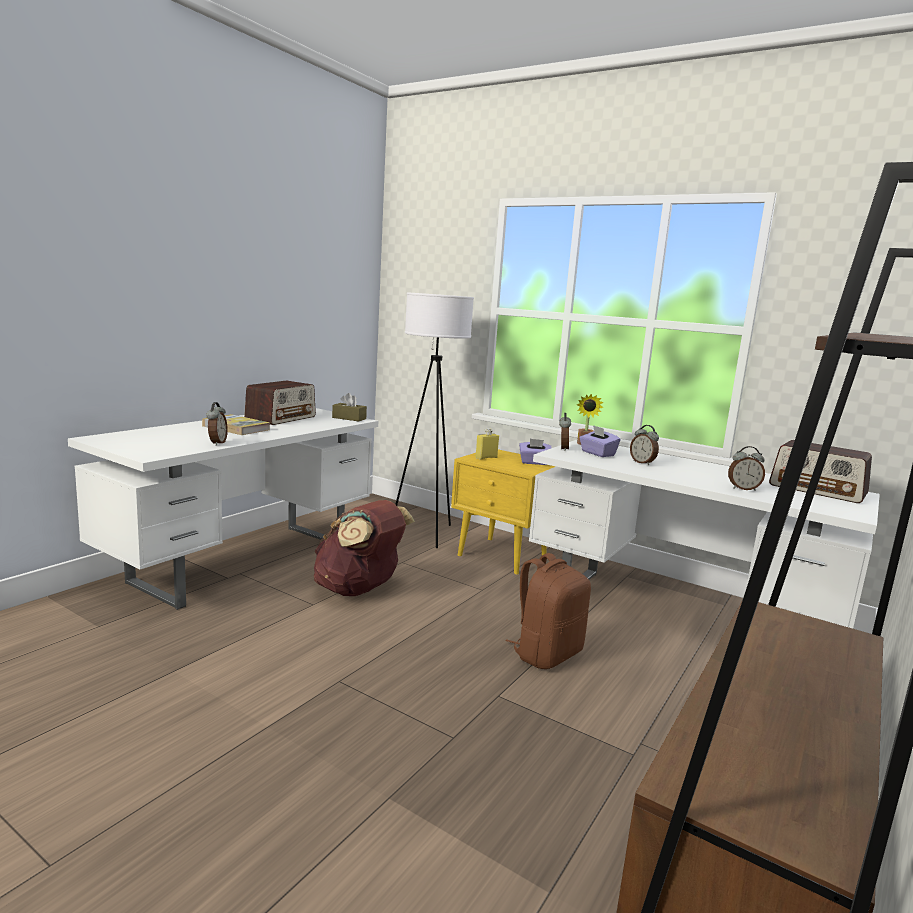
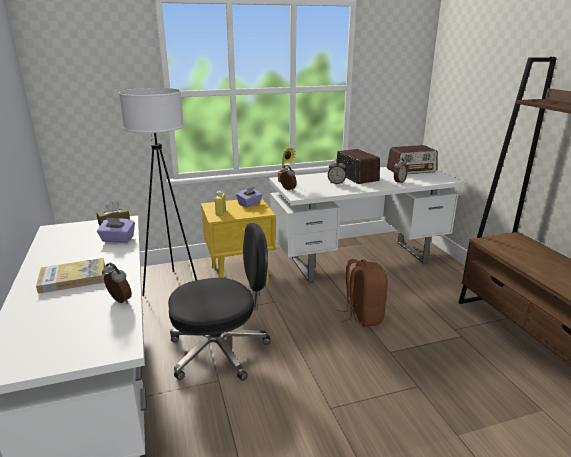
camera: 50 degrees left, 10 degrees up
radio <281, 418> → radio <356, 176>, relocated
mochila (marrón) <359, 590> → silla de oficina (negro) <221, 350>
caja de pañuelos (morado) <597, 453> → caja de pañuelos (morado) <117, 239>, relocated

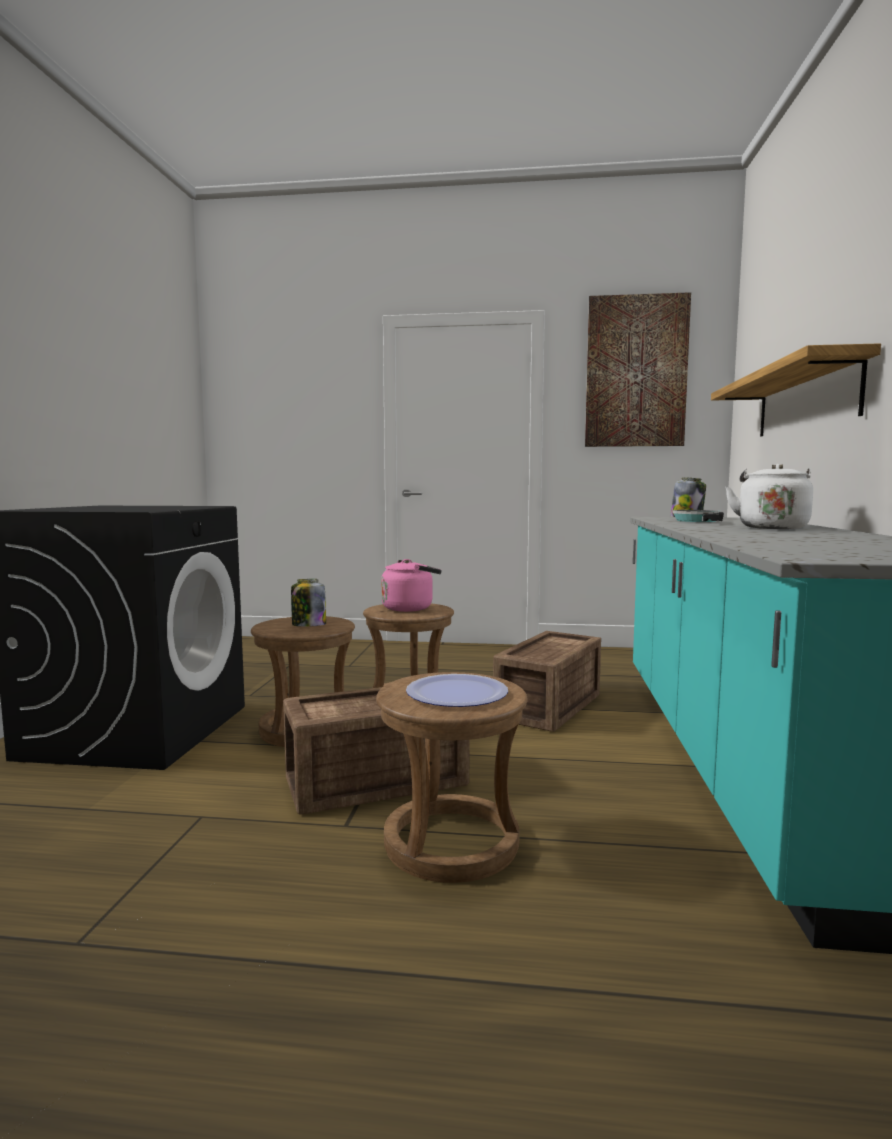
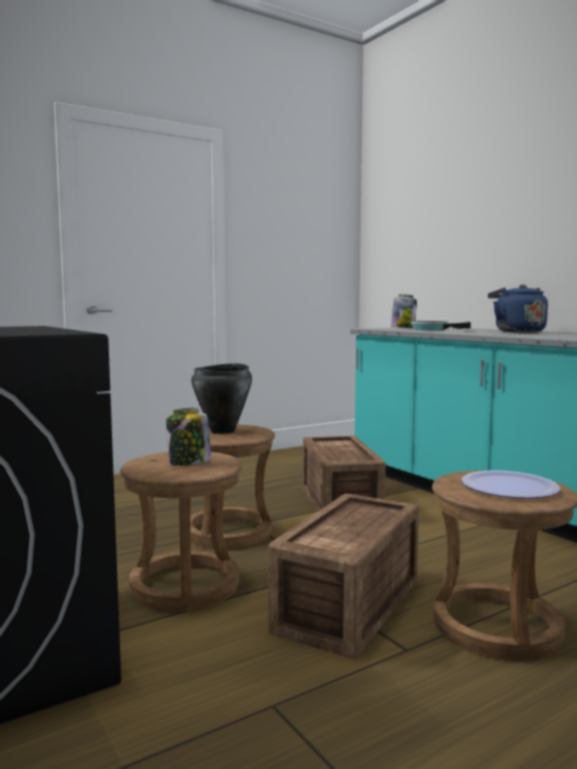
camera: 40 degrees left, 0 degrees up
hervidor (rosa) <410, 608> → olla (negro) <223, 431>
cuadro <636, 372> → -
estante <805, 400> → -
hervidor (blanco) <771, 527> → hervidor (azul) <517, 332>

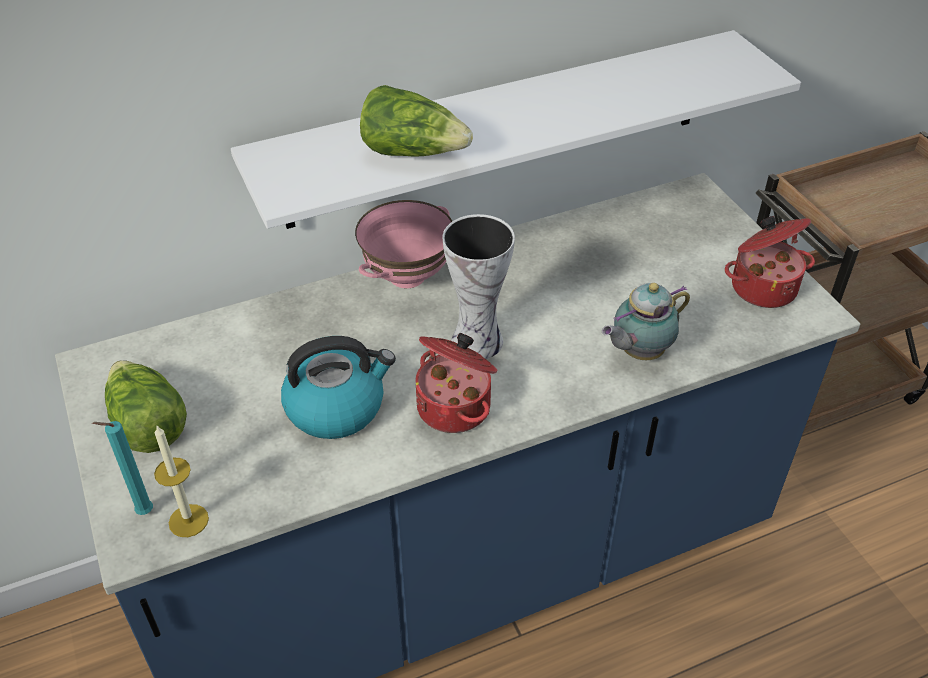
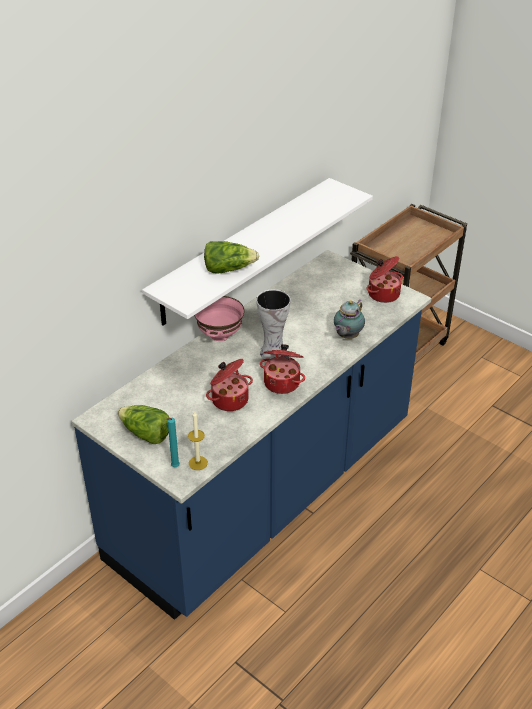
camera: 25 degrees left, 5 degrees down
hervidor <337, 407> → olla <229, 399>

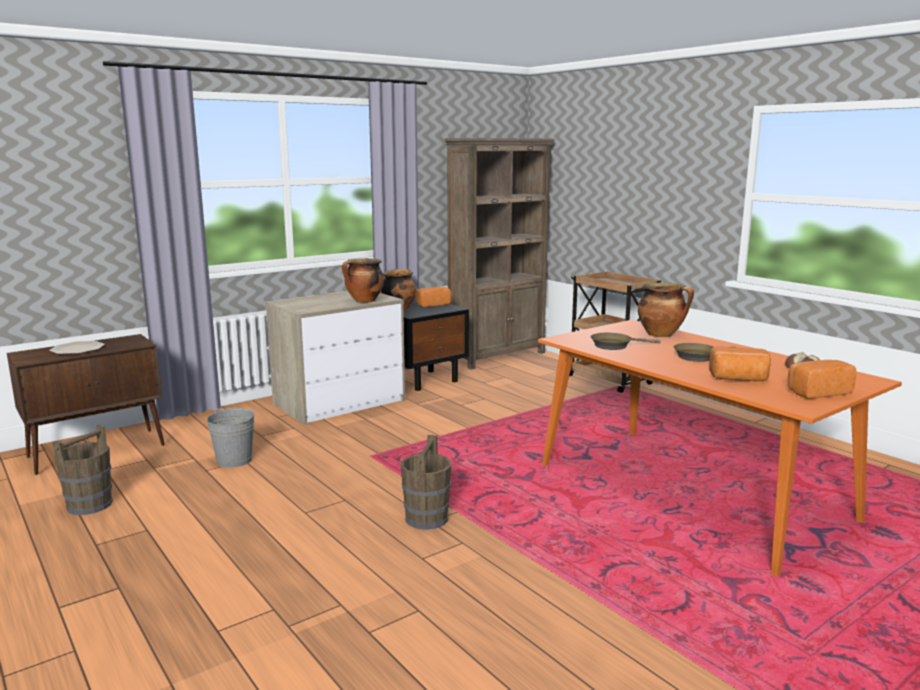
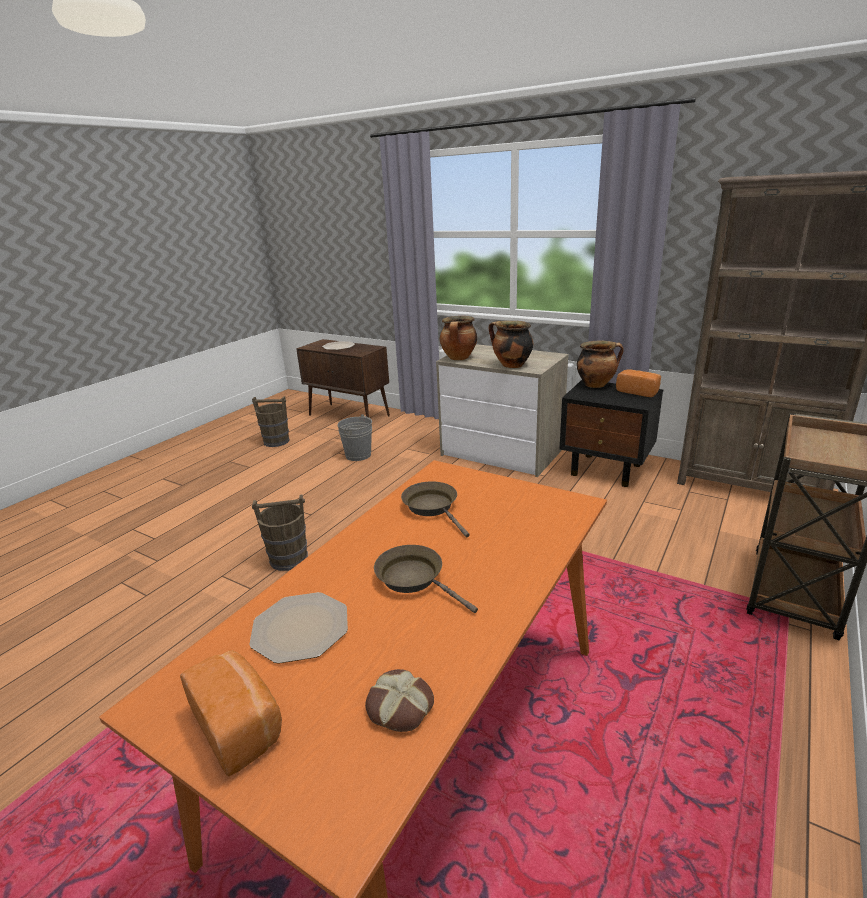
camera: 70 degrees right, 10 degrees up
olla <662, 335> → olla <459, 358>, relocated
pan <739, 379> → plato <301, 627>

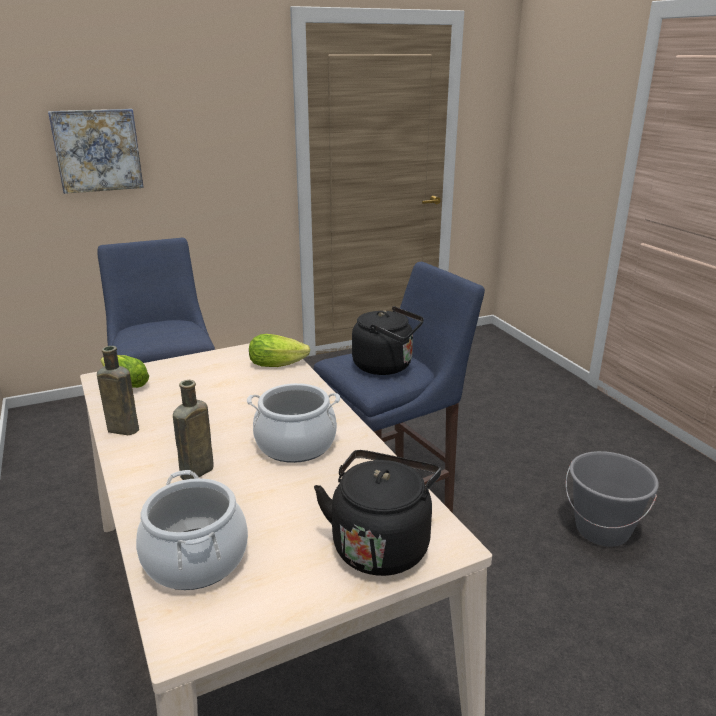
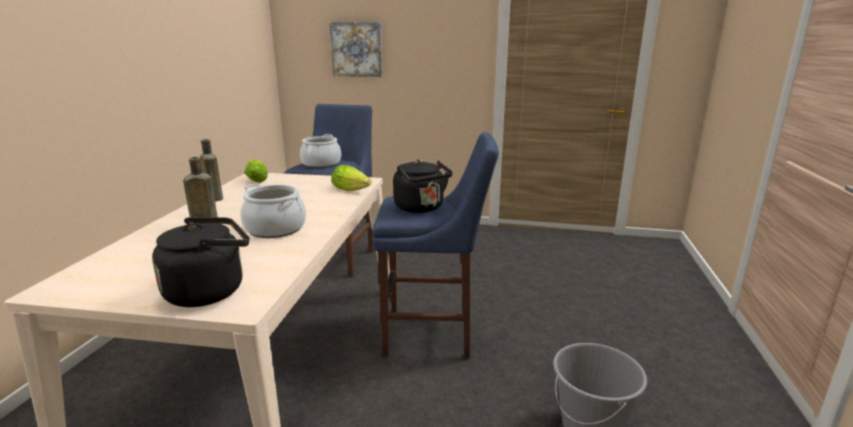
camera: 35 degrees right, 5 degrees down
olla <195, 559> → olla <321, 164>, relocated

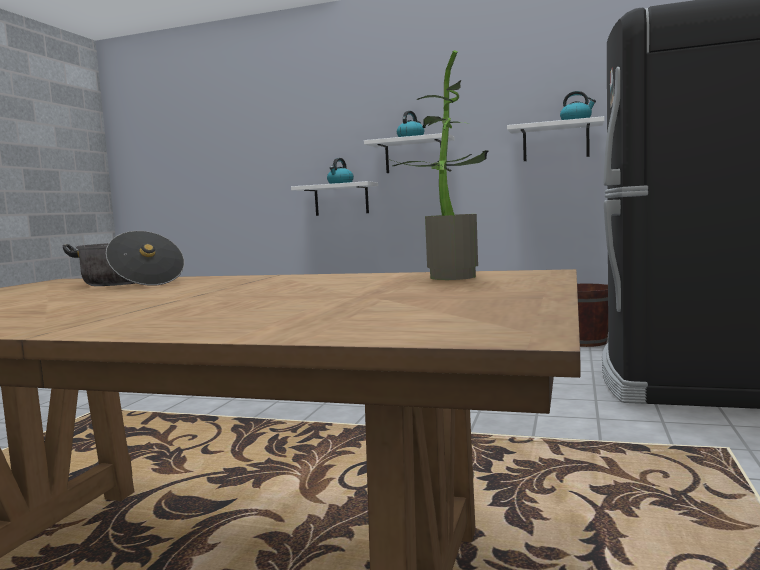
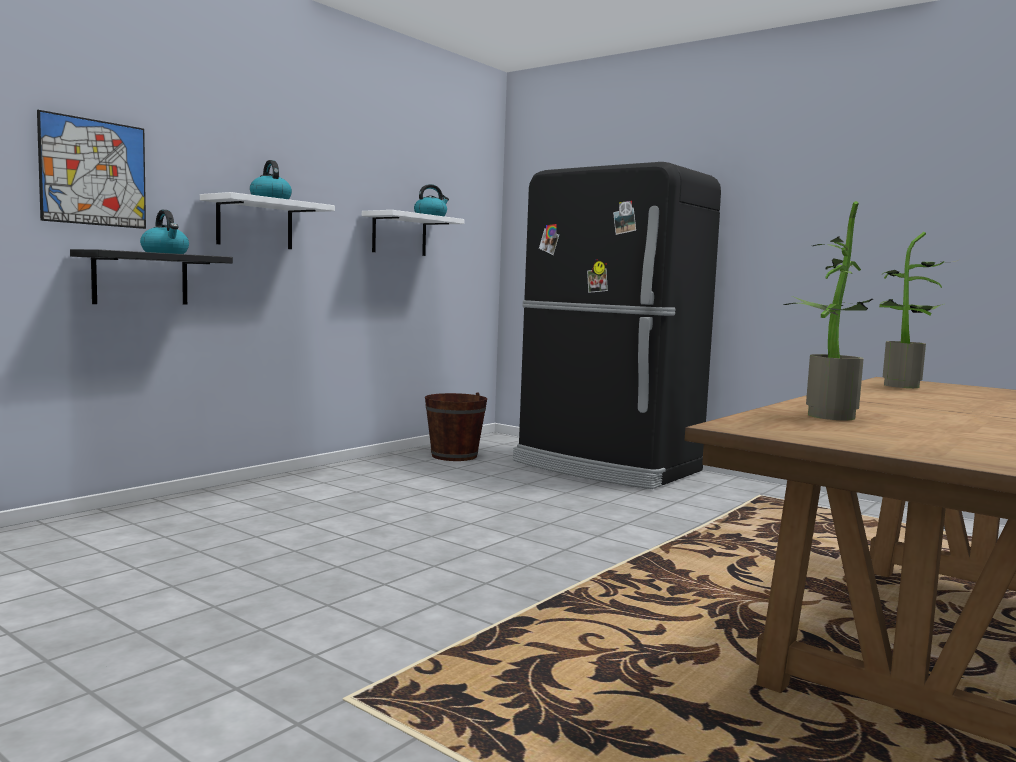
camera: 70 degrees left, 0 degrees up
olla <129, 283> → planta en maceta <823, 415>
estante (blanco) <341, 199> → estante (negro) <141, 278>
- → cuadro <93, 172>

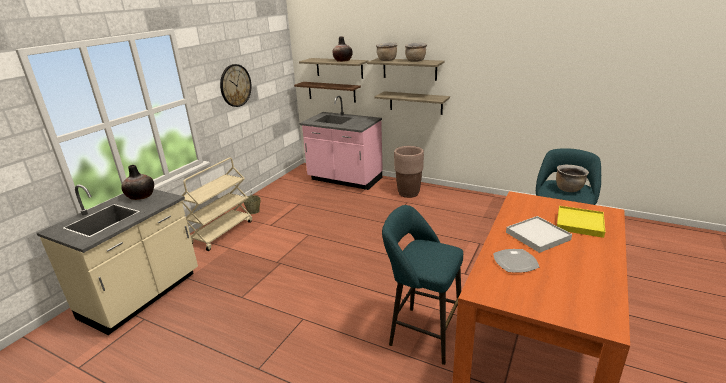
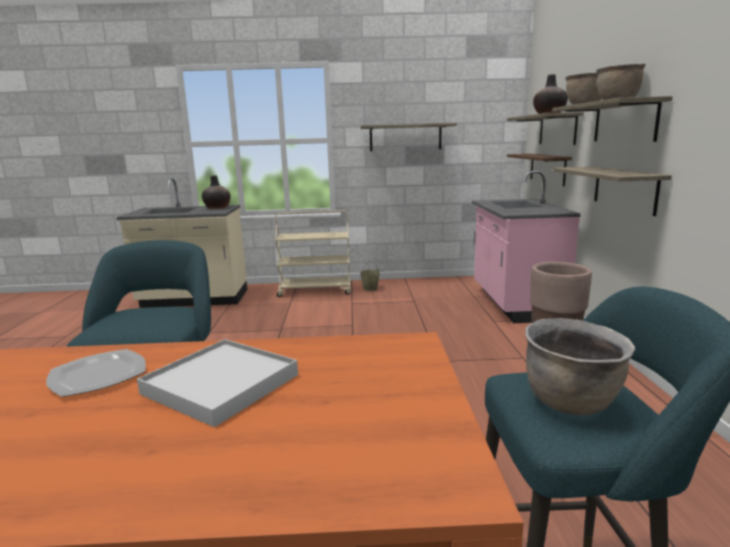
camera: 60 degrees right, 10 degrees down
reloj de pared <235, 85> → estante <405, 137>
bandeja (amarillo) <580, 223> → -

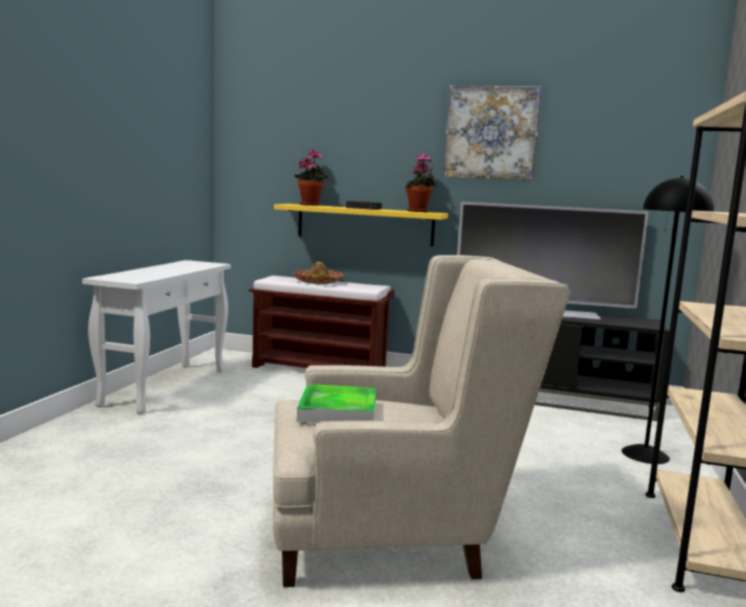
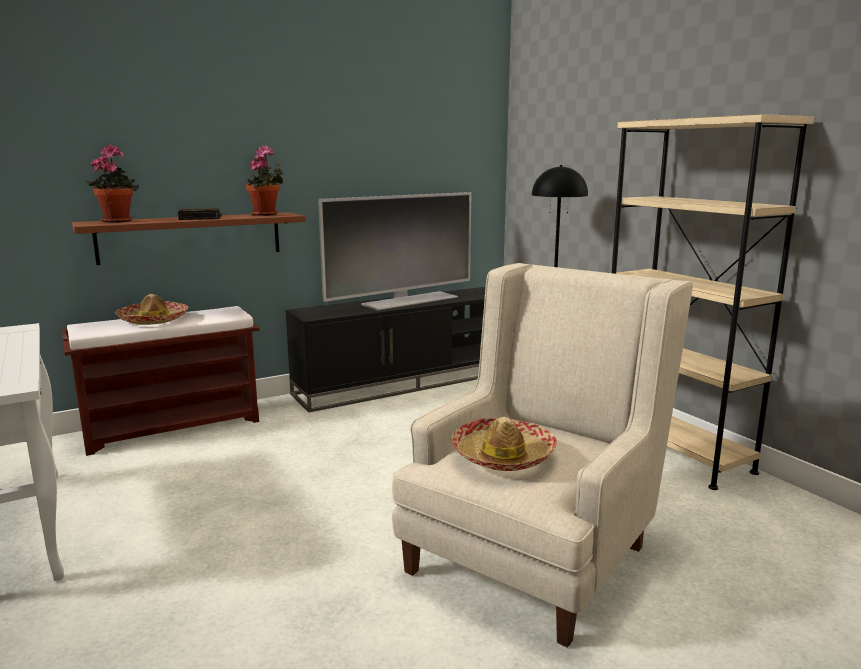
camera: 45 degrees left, 5 degrees up
estante (amarillo) <365, 224> → estante (marrón) <191, 237>
bandeja <338, 410> → sombrero <503, 455>
cuadro <491, 133> → -

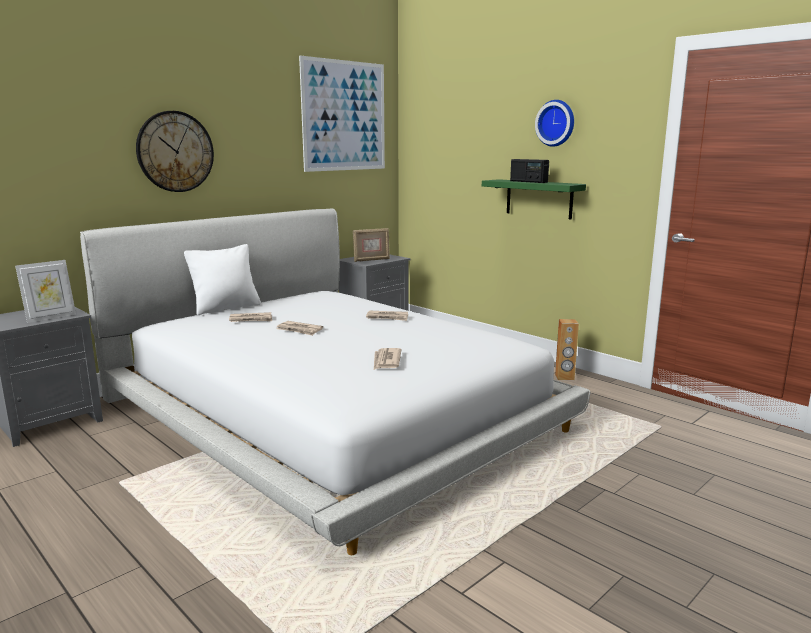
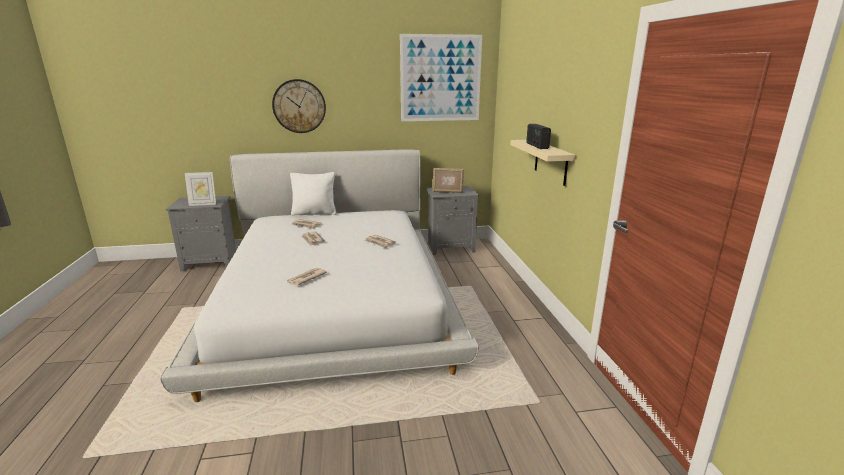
camera: 35 degrees right, 5 degrees up
estante (verde) <539, 198> → estante (beis) <550, 162>
reloj de pared <556, 123> → -
altavoz (marrón) <564, 377> → -

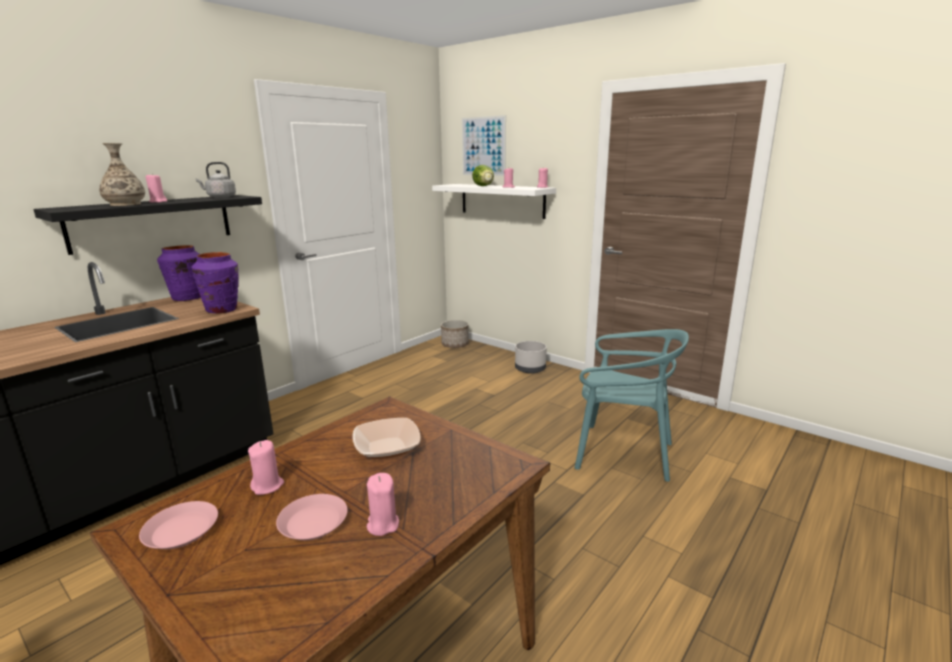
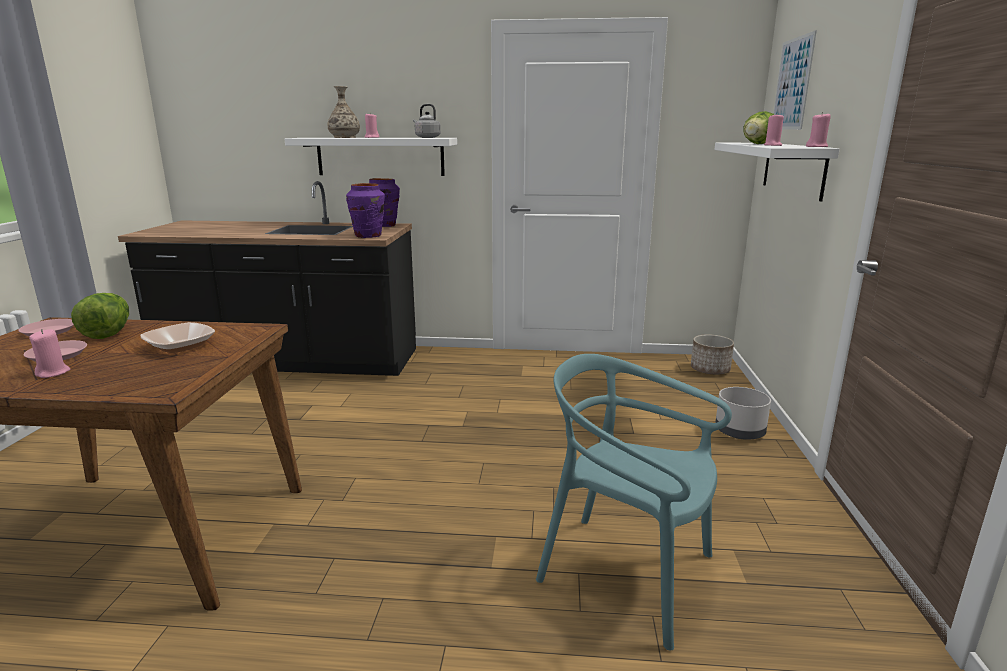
camera: 55 degrees right, 0 degrees up
estante (negro) <152, 222> → estante (blanco) <380, 156>
vela (rosa) <268, 486> → lechuga <108, 333>
silla (turquesa) <623, 453> → silla (turquesa) <626, 573>, 135 degrees clockwise

